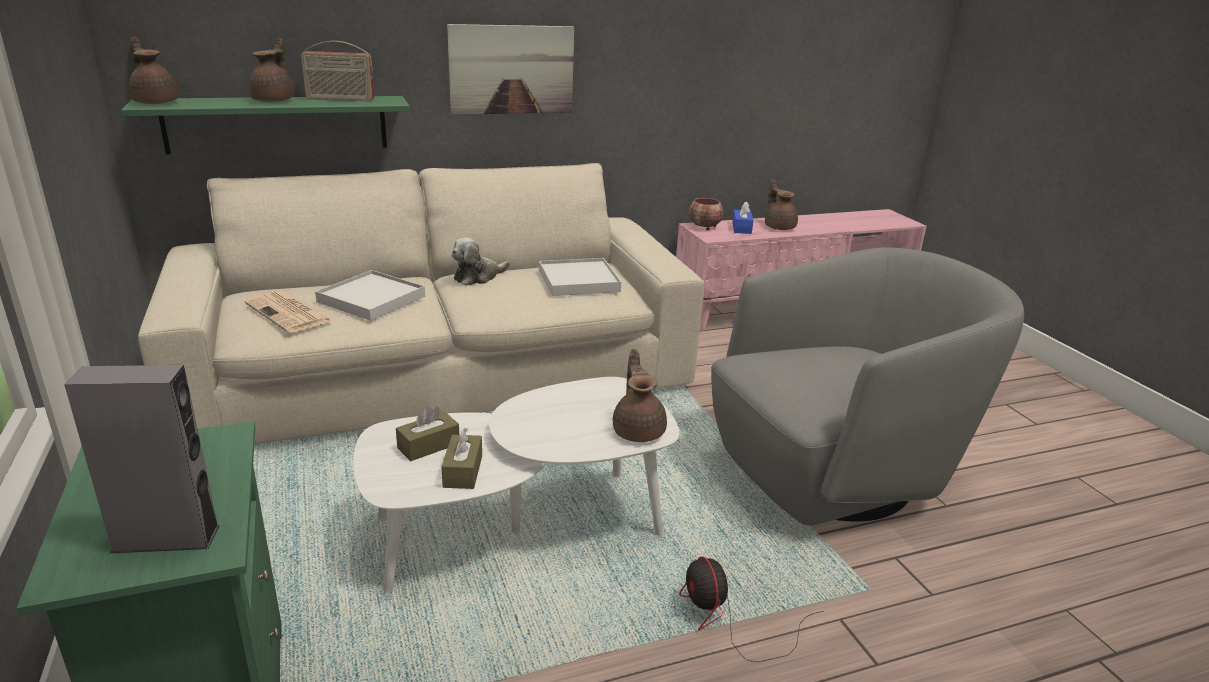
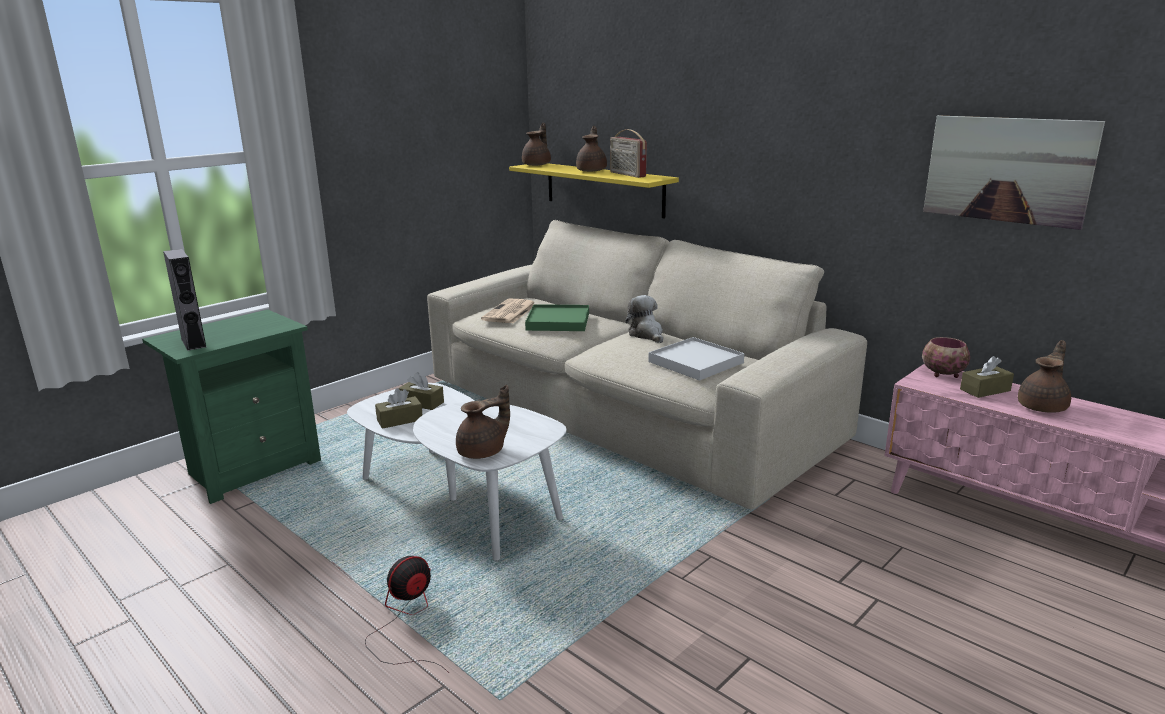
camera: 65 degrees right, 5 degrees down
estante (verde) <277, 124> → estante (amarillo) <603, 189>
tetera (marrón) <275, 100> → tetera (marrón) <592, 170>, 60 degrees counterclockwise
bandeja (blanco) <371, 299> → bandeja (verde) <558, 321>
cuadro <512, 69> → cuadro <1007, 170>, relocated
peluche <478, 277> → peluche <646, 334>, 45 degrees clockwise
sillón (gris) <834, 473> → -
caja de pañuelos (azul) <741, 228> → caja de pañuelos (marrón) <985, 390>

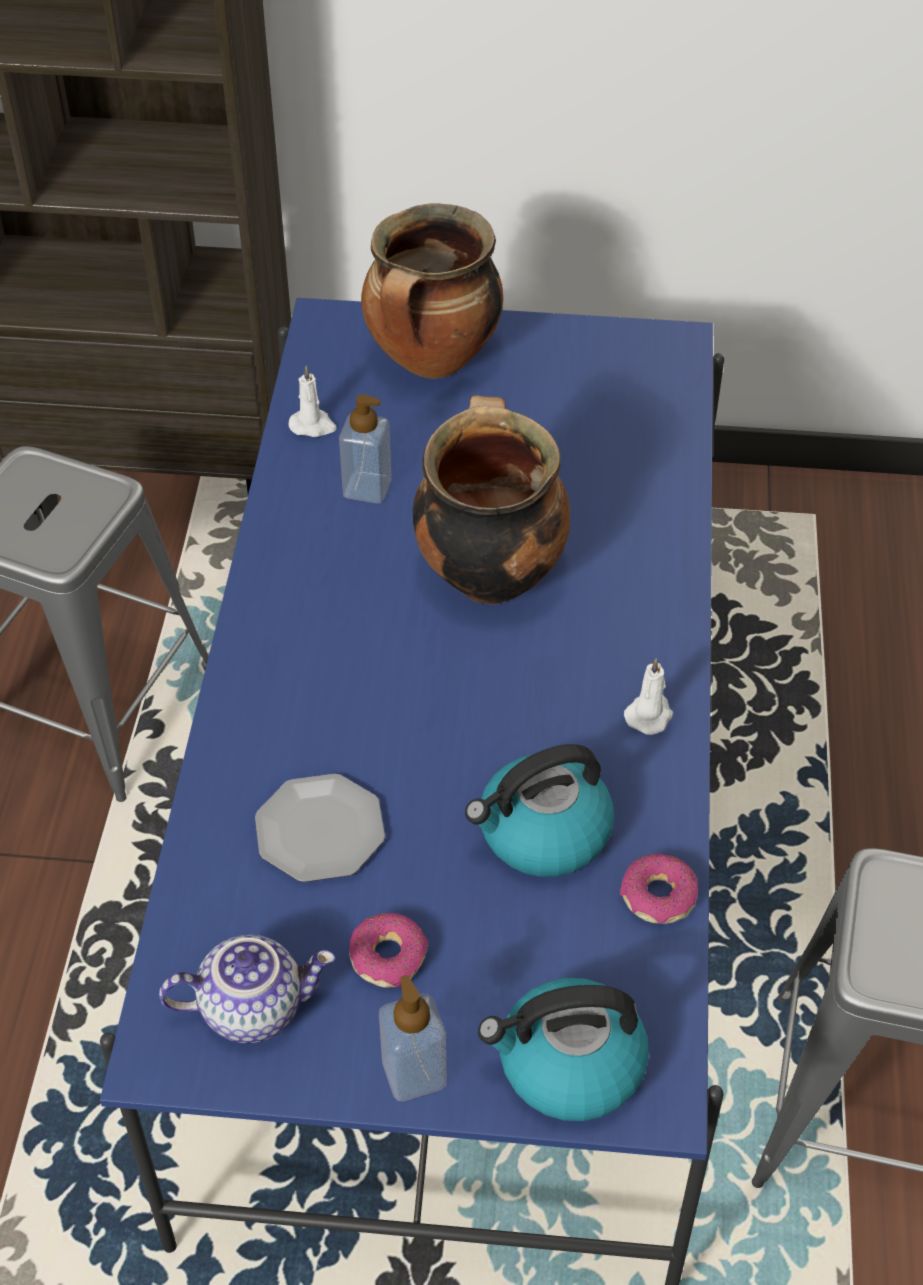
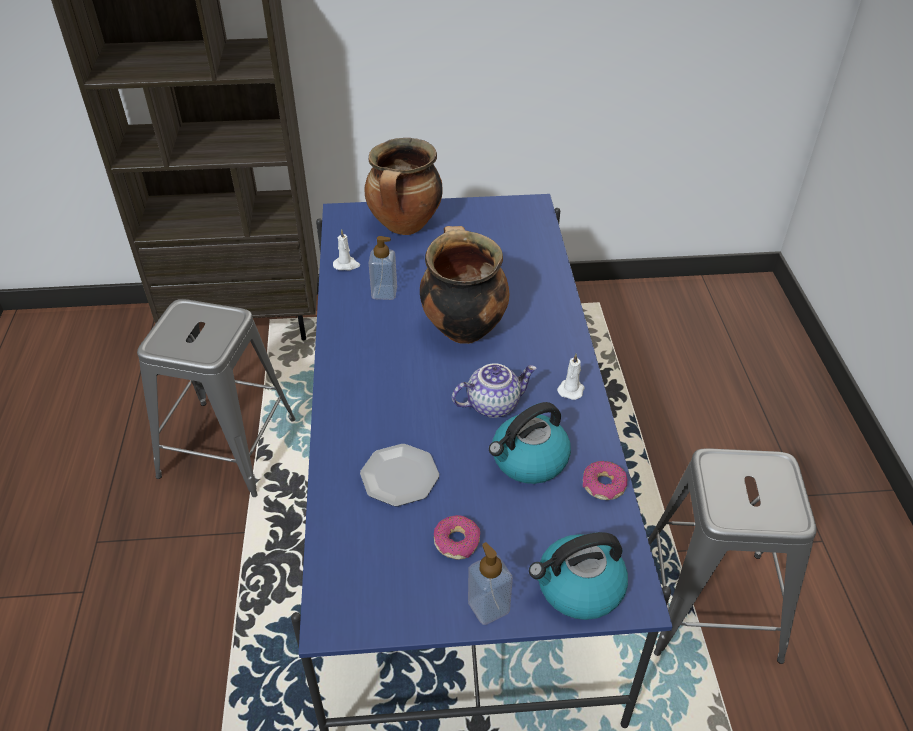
camera: 10 degrees left, 5 degrees down
tetera <253, 1006> → tetera <493, 404>, relocated

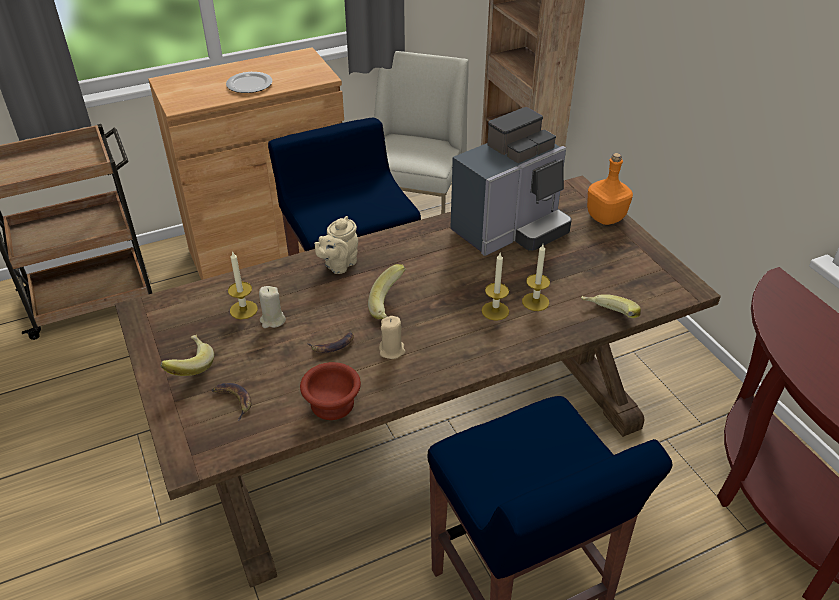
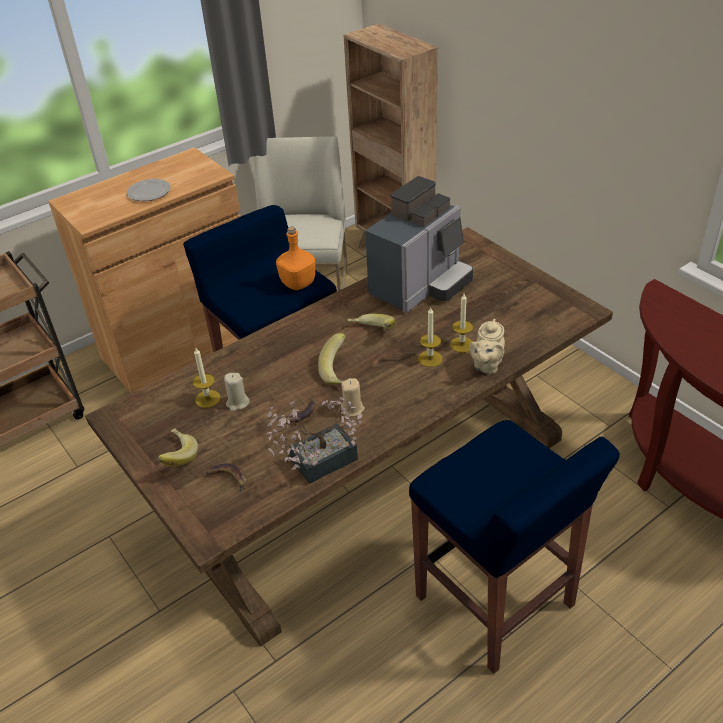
camera: 10 degrees left, 0 degrees up
cuenco (marrón) <333, 402> → planta en maceta <317, 463>
tetera (beis) <339, 265> → tetera (beis) <486, 365>, relocated
plátano <607, 318> → plátano <371, 333>, relocated
botella (naranja) <605, 217> → botella (naranja) <297, 283>, relocated

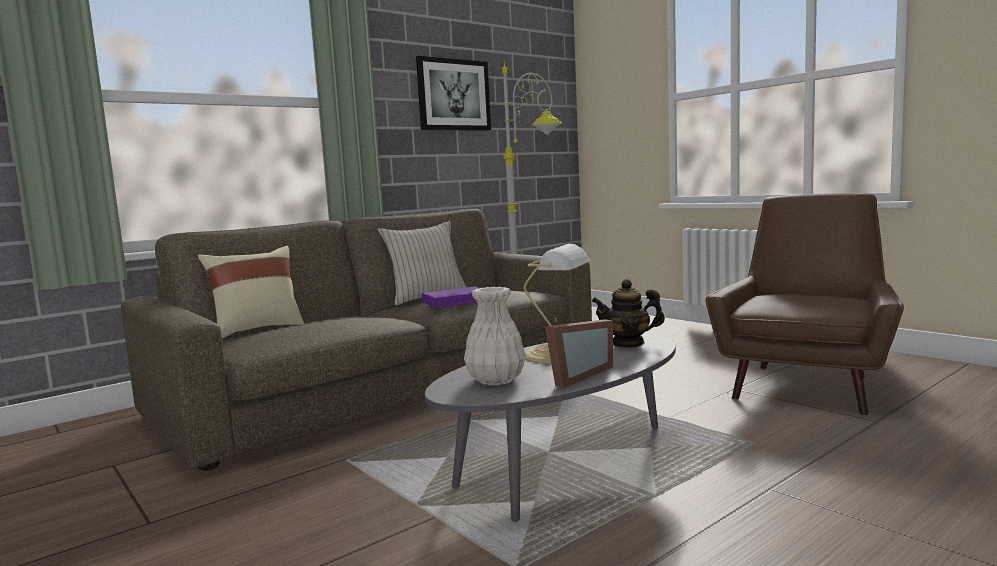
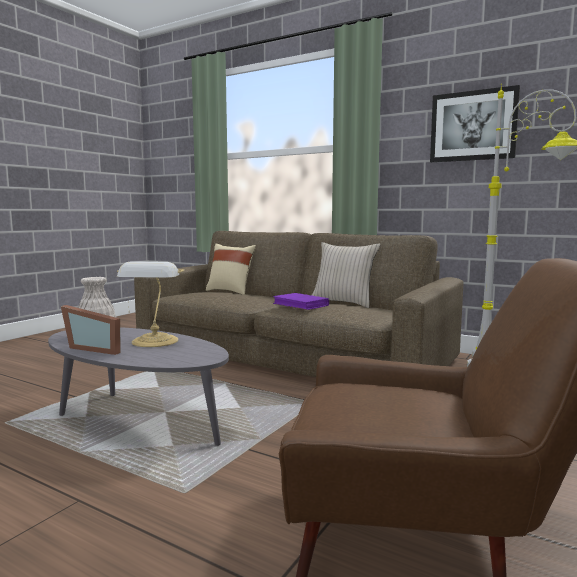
camera: 70 degrees right, 0 degrees up
tetera <628, 343> → -

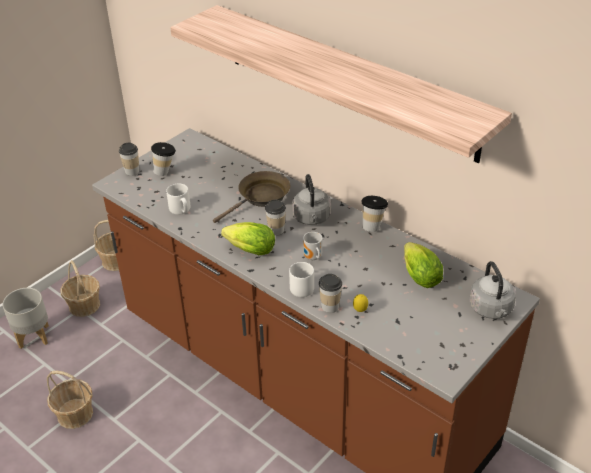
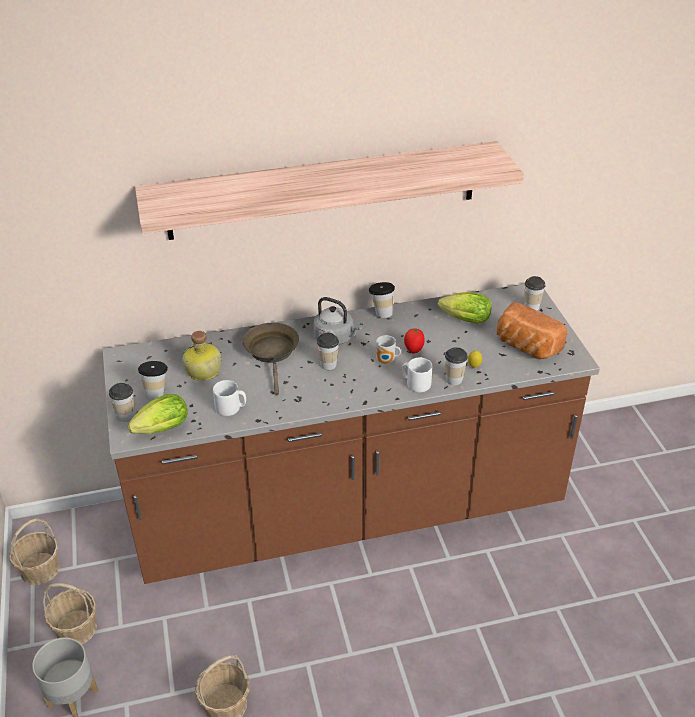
camera: 55 degrees left, 0 degrees up
lechuga <248, 250> → lechuga <159, 430>, relocated
hervidor (gris) <491, 310> → taza <531, 307>
- → botella <203, 371>
- → tomate <413, 349>
- → pan <525, 347>

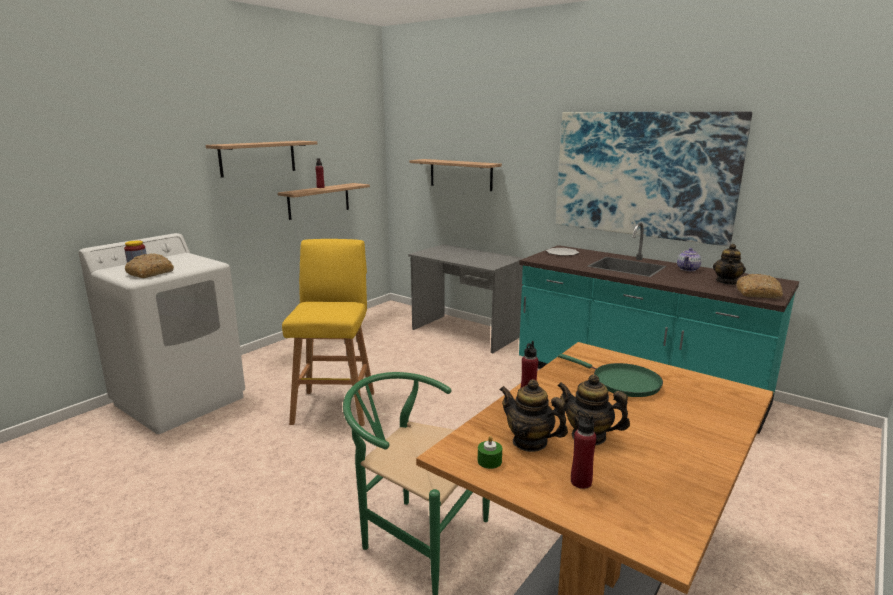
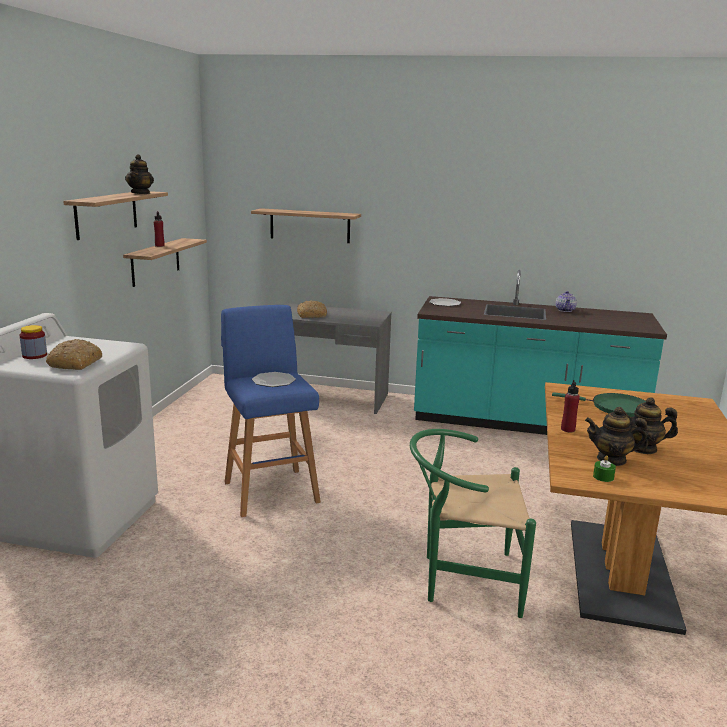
camera: 25 degrees left, 0 degrees up
taburete (amarillo) <335, 406> → taburete (azul) <270, 490>
cuadro <643, 174> → -
botella (rojo) <581, 482> → -
tetera <727, 282> → tetera <141, 193>, relocated
pan <758, 294> → pan <312, 315>, relocated
- → plato <273, 381>

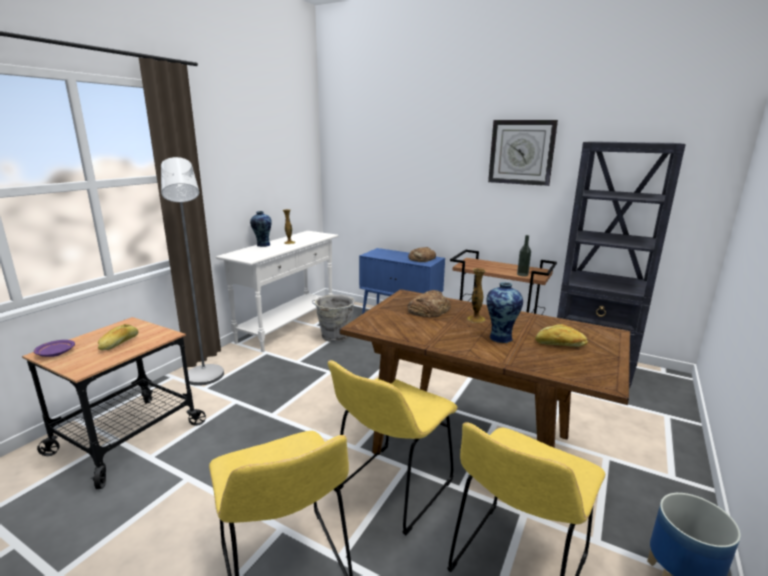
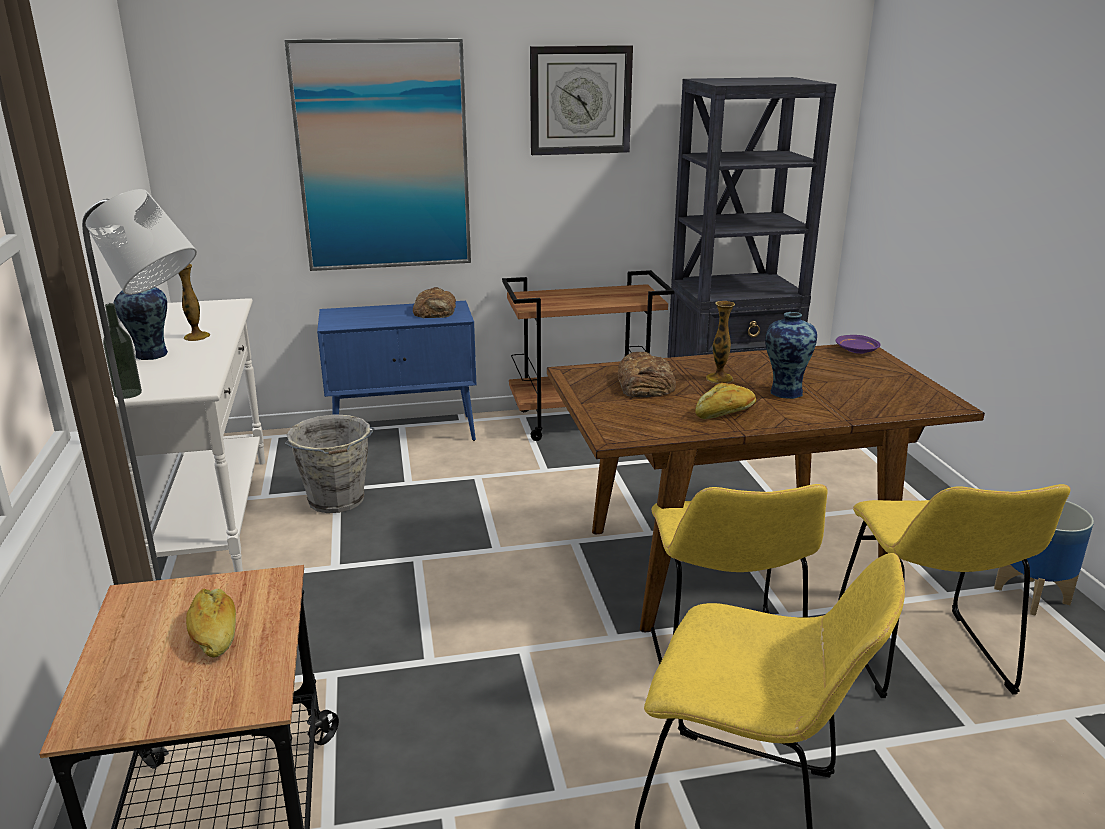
camera: 40 degrees left, 5 degrees up
plato (morado) <55, 353> → plato (morado) <856, 351>, relocated
botella <522, 274> → botella <128, 393>, relocated
pan <560, 344> → pan <725, 412>, relocated
- → cuadro <383, 157>

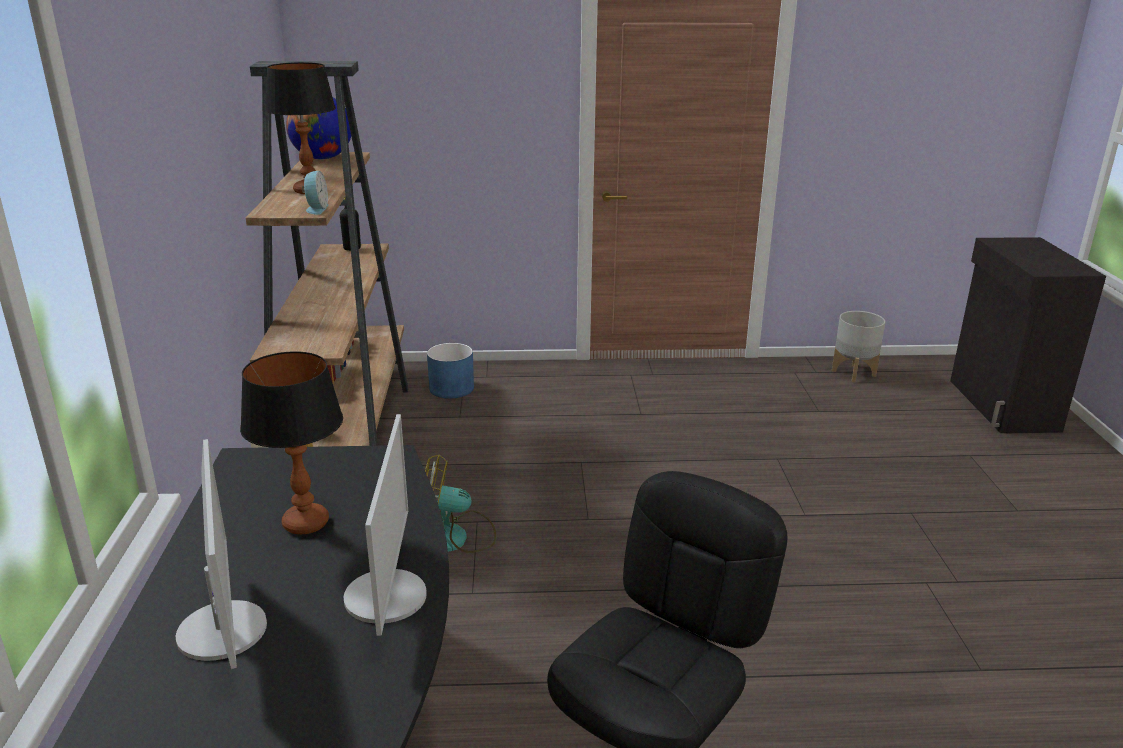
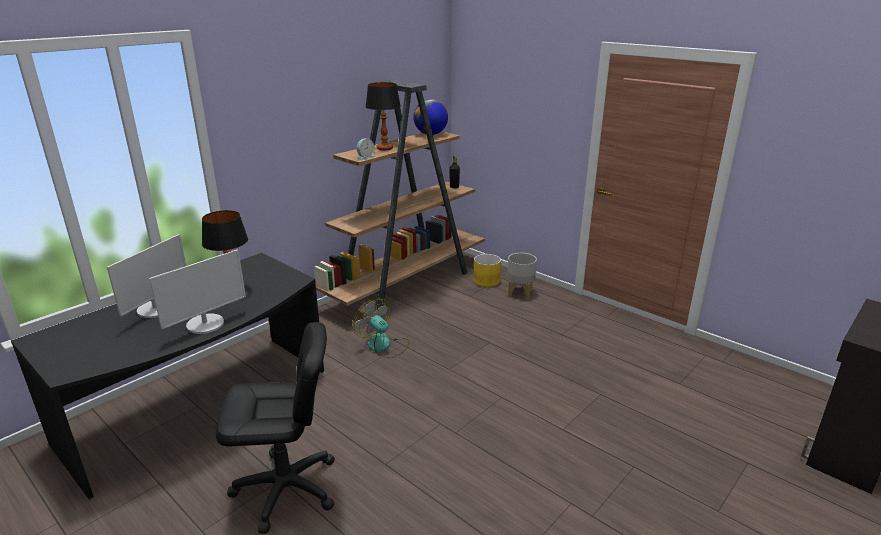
camera: 45 degrees right, 0 degrees up
maceta (azul) <451, 389> → maceta (amarillo) <486, 281>
maceta (gris) <854, 373> → maceta (gris) <520, 293>, relocated

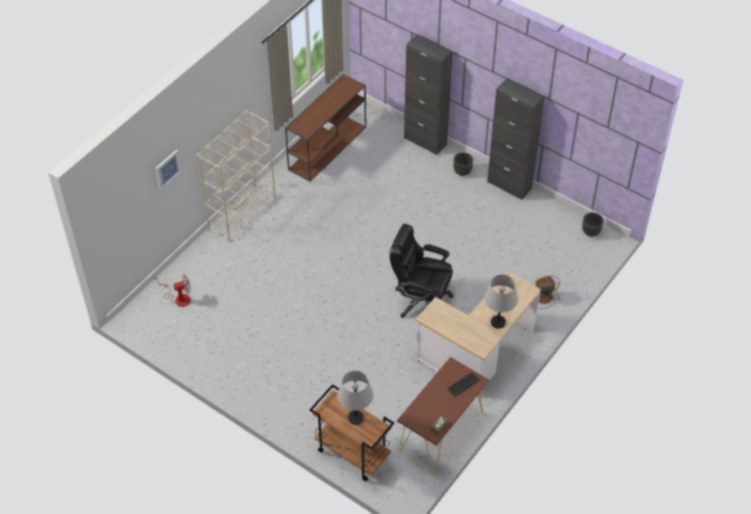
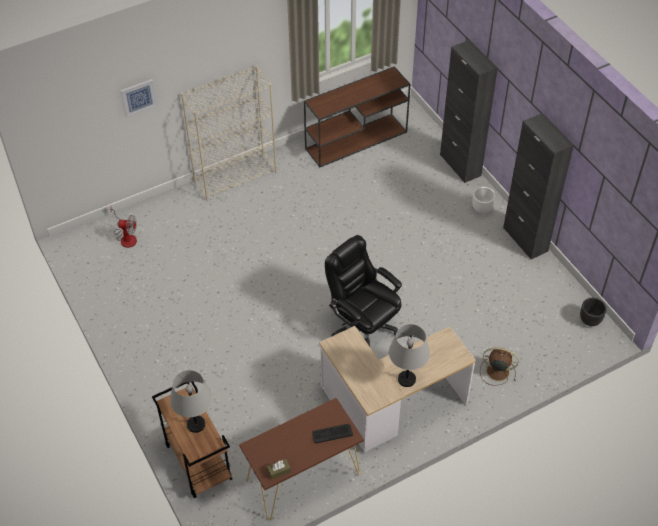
camera: 25 degrees right, 0 degrees up
maceta (negro) <462, 172> → maceta (blanco) <482, 209>

